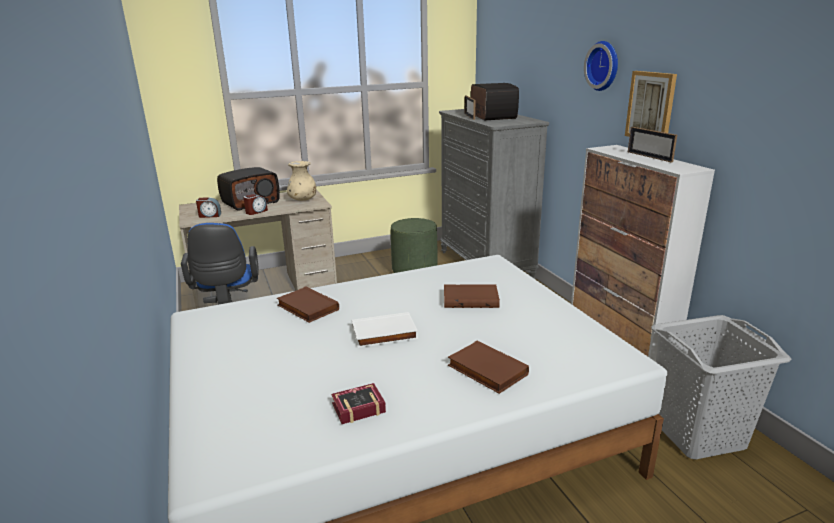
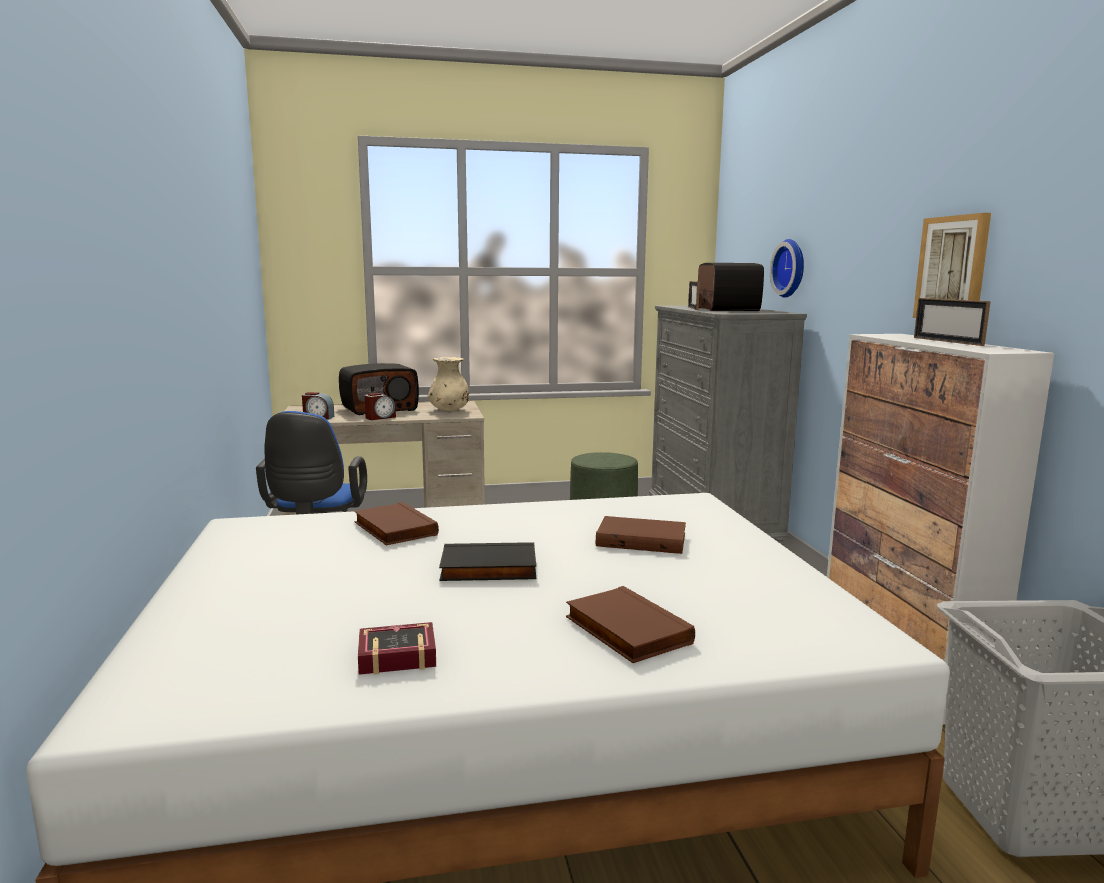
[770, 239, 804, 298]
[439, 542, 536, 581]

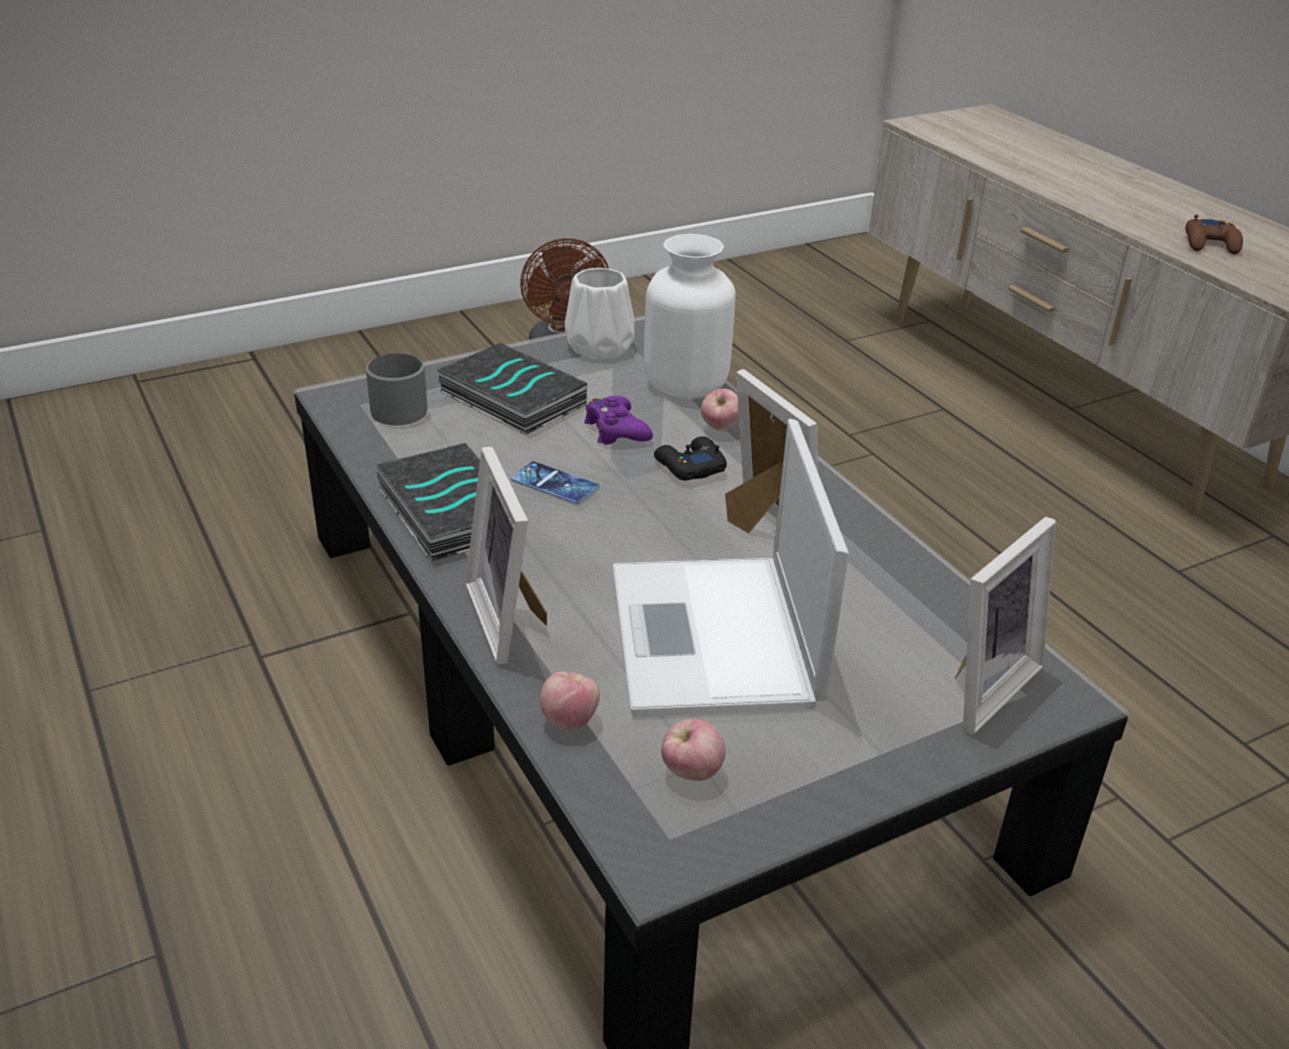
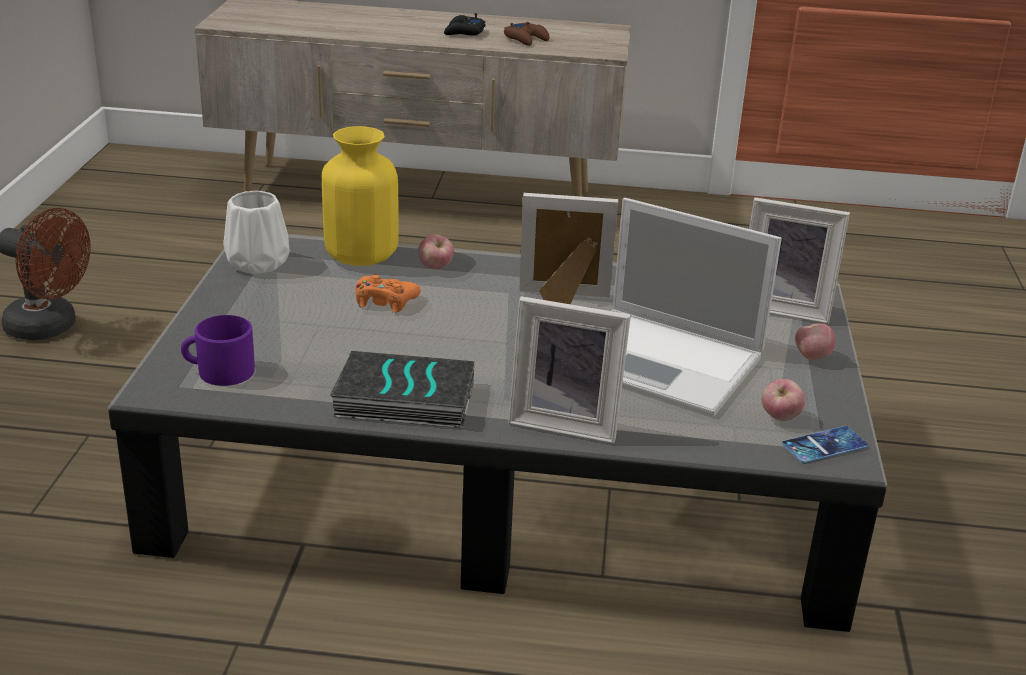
[436, 343, 587, 435] (first image)
[782, 426, 868, 464]
[795, 323, 836, 360]
[444, 13, 486, 36]
[181, 315, 255, 386]
[355, 275, 421, 313]
[322, 126, 398, 266]
[749, 198, 850, 324]

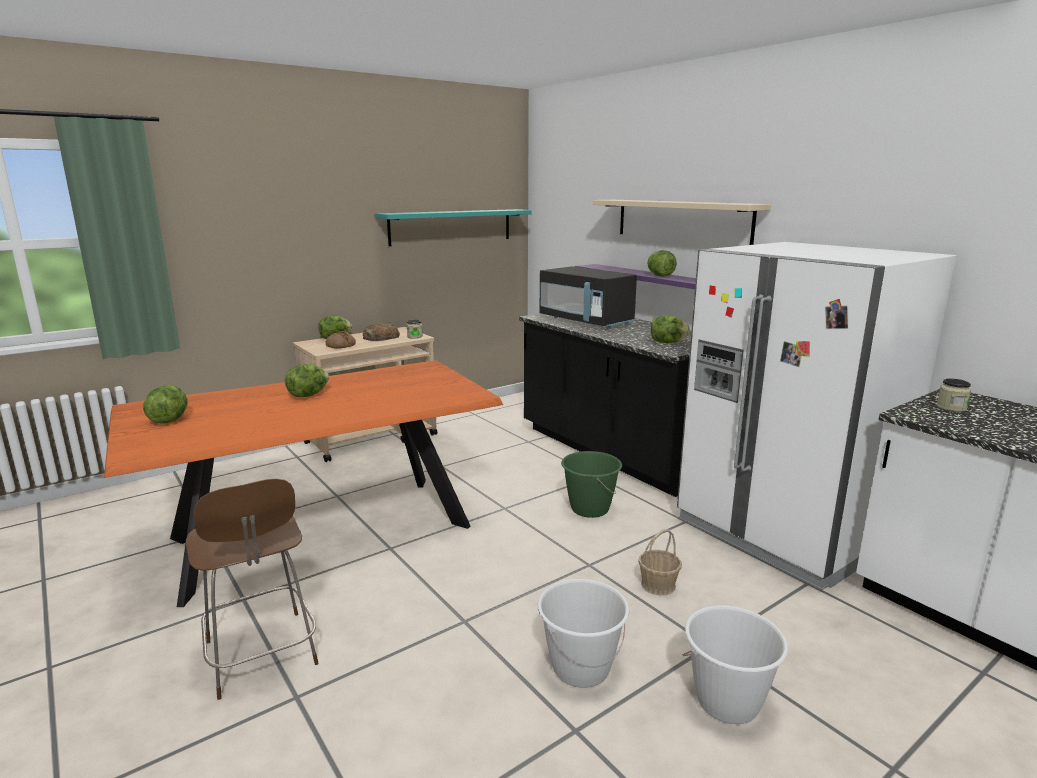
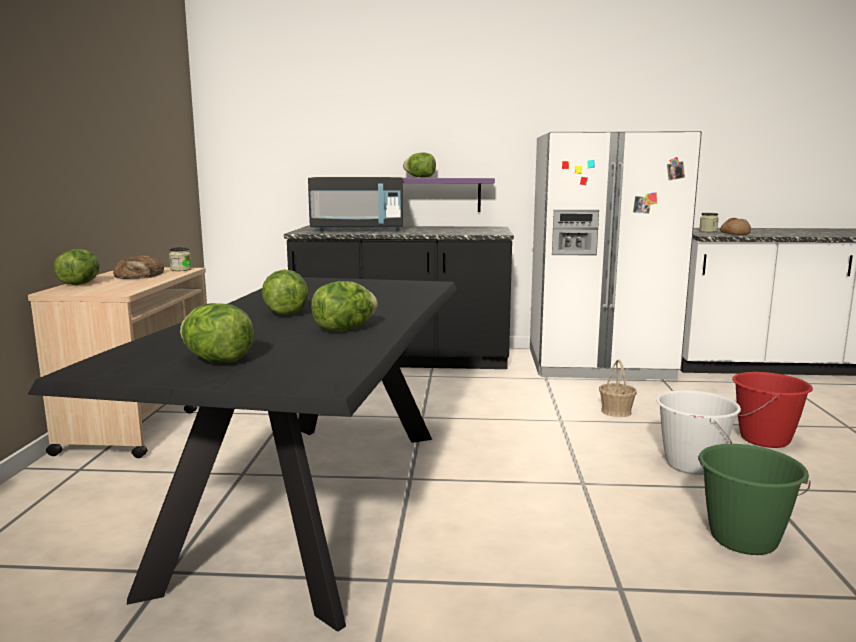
[186, 478, 319, 700] (first image)
[375, 209, 532, 246] (first image)
[593, 200, 771, 245] (first image)
[720, 218, 751, 235]
[698, 444, 811, 555]
[311, 281, 378, 331]
[28, 277, 457, 632]
[732, 372, 813, 448]

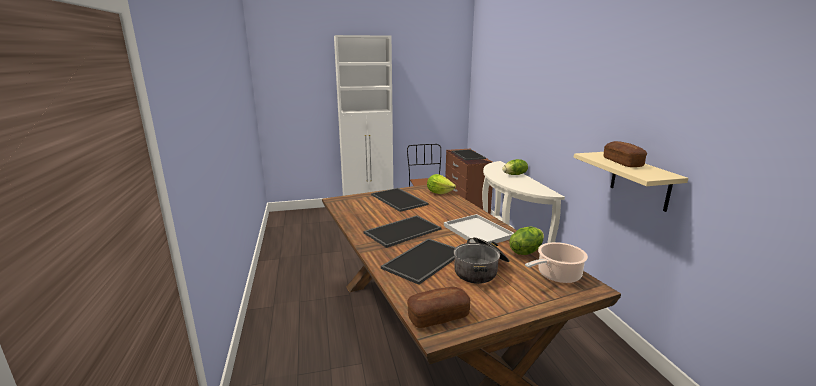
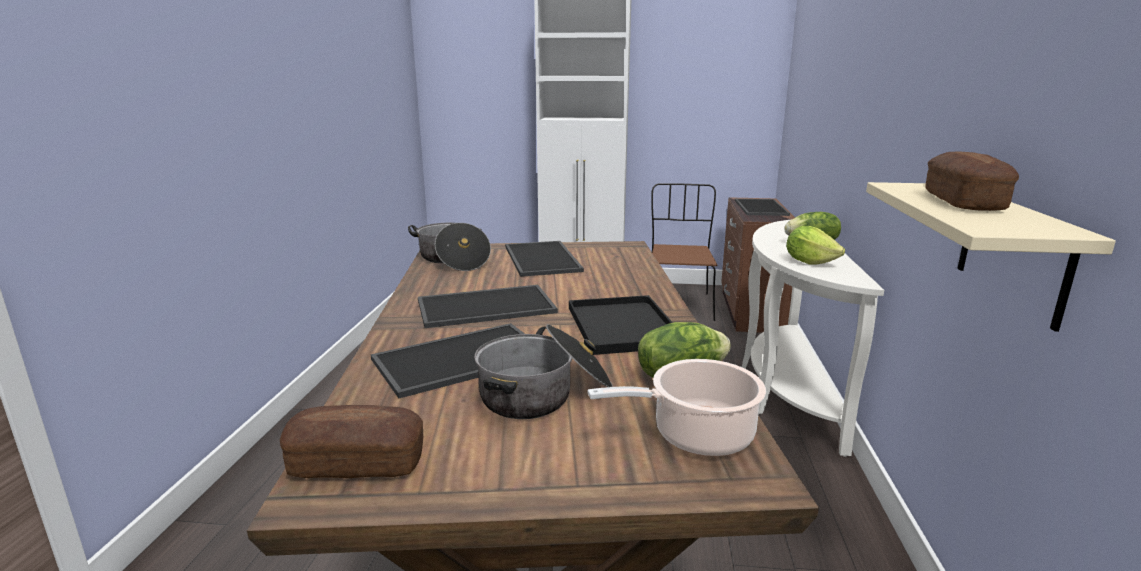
[408, 223, 491, 271]
[786, 226, 845, 264]
[569, 295, 673, 355]

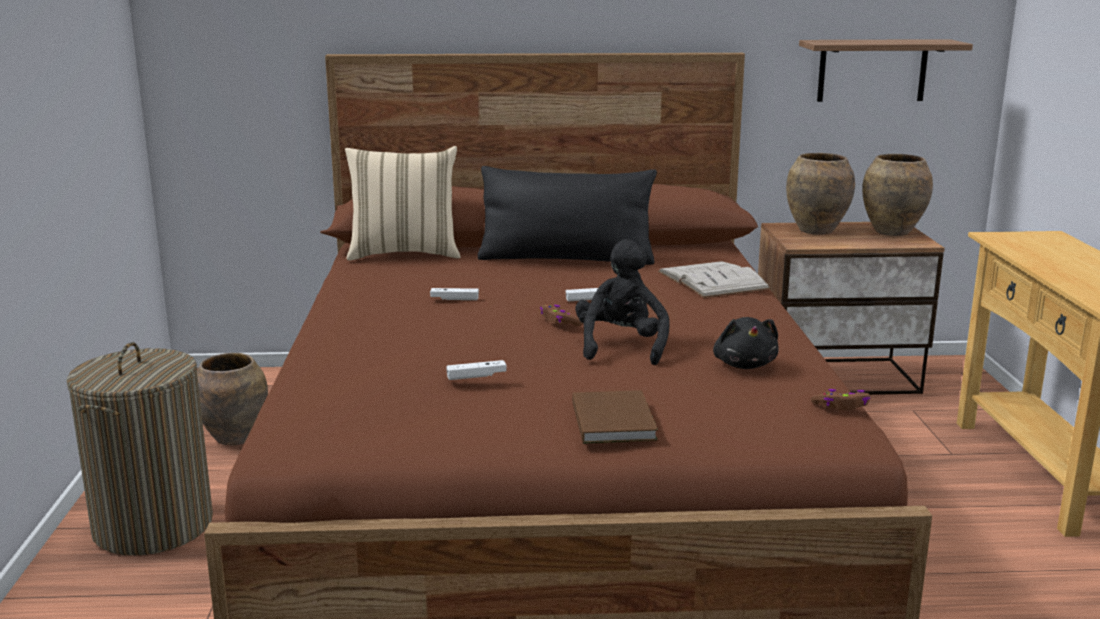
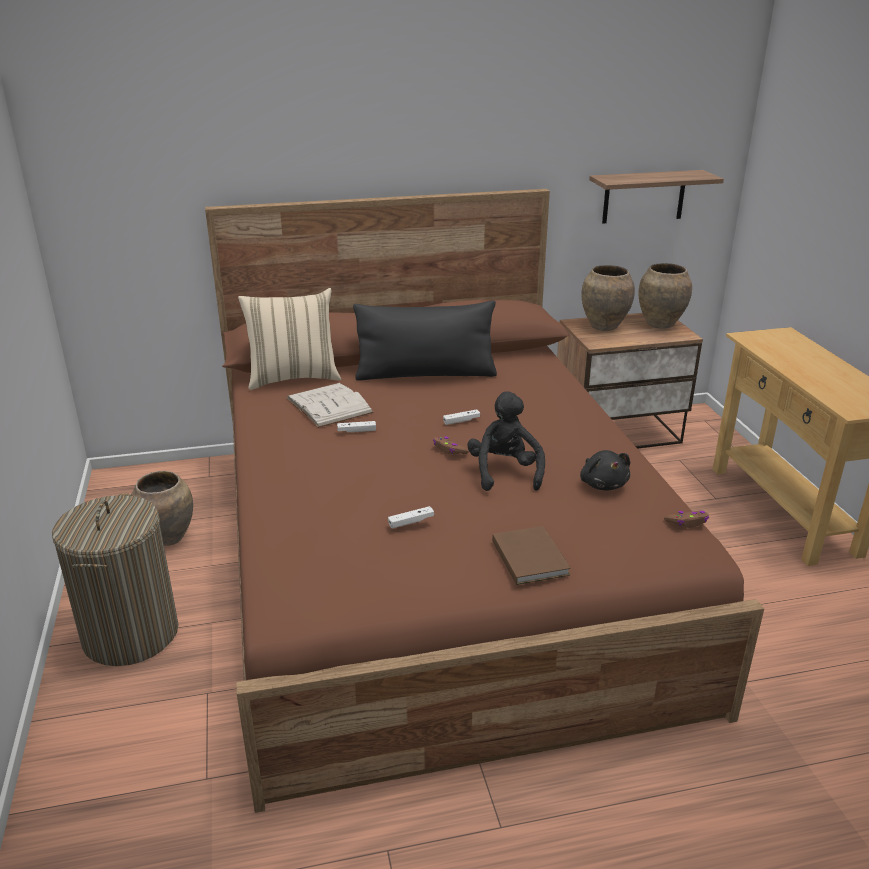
[286, 383, 374, 428]

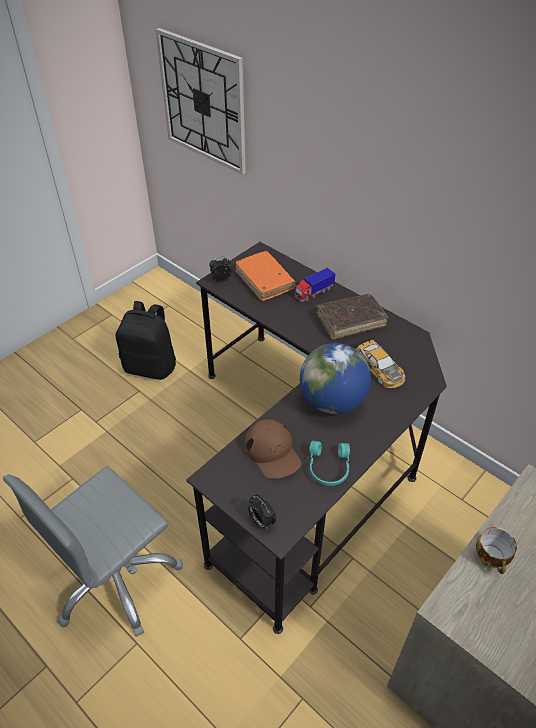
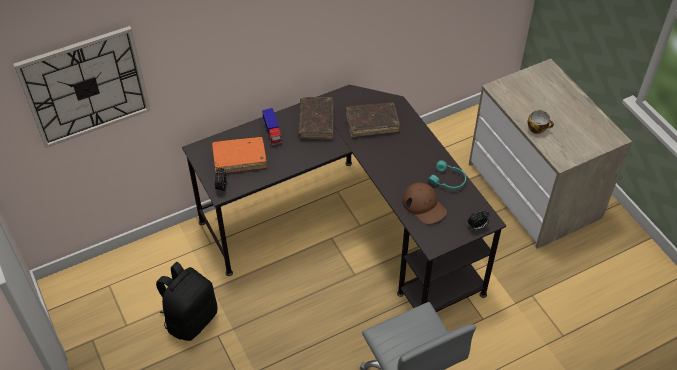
[300, 343, 371, 414] (first image)
[346, 103, 400, 138]
[402, 182, 447, 224]

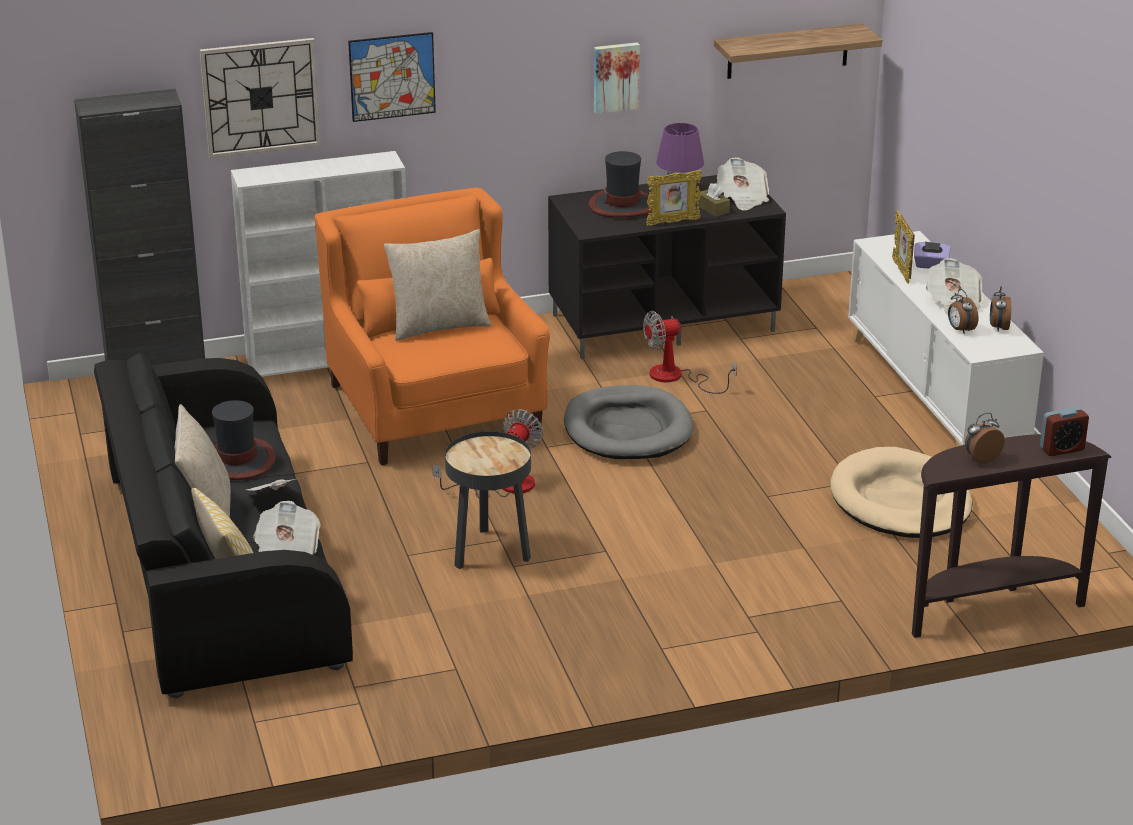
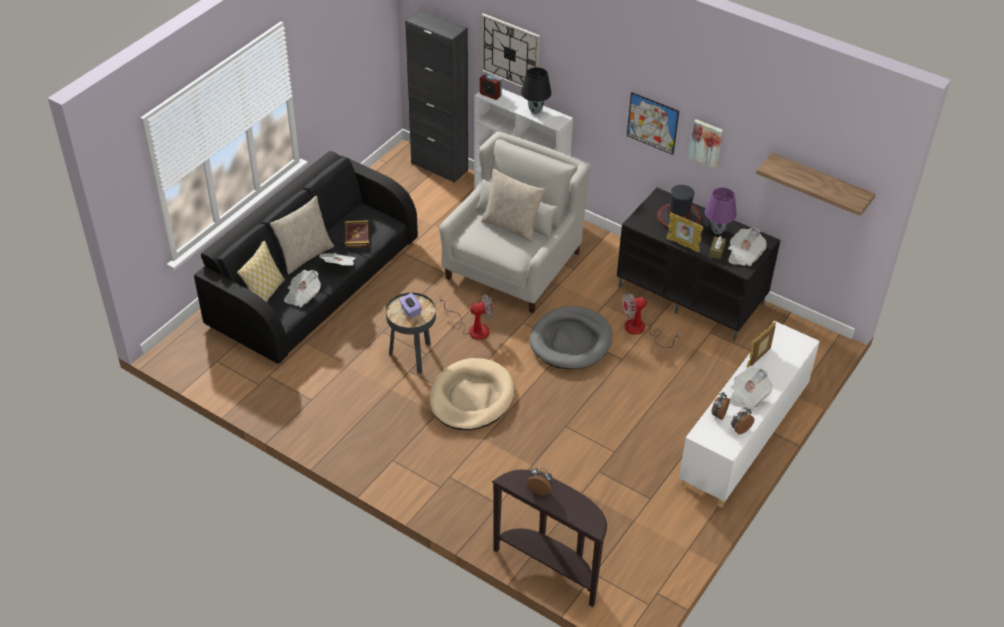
[521, 67, 551, 114]
[627, 92, 679, 155]
[429, 358, 514, 430]
[399, 293, 422, 318]
[480, 73, 502, 100]
[345, 220, 369, 248]
[439, 131, 590, 313]
[623, 292, 680, 348]

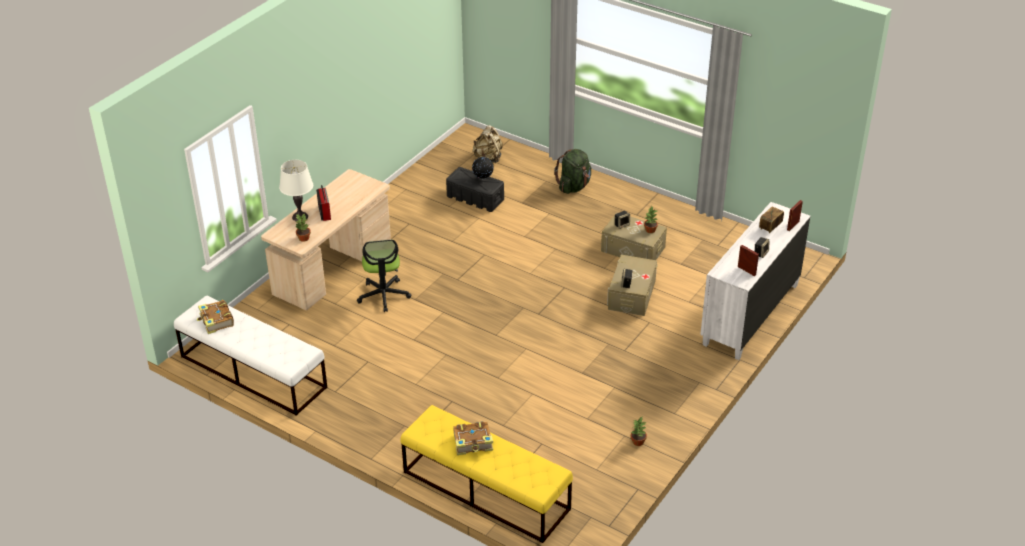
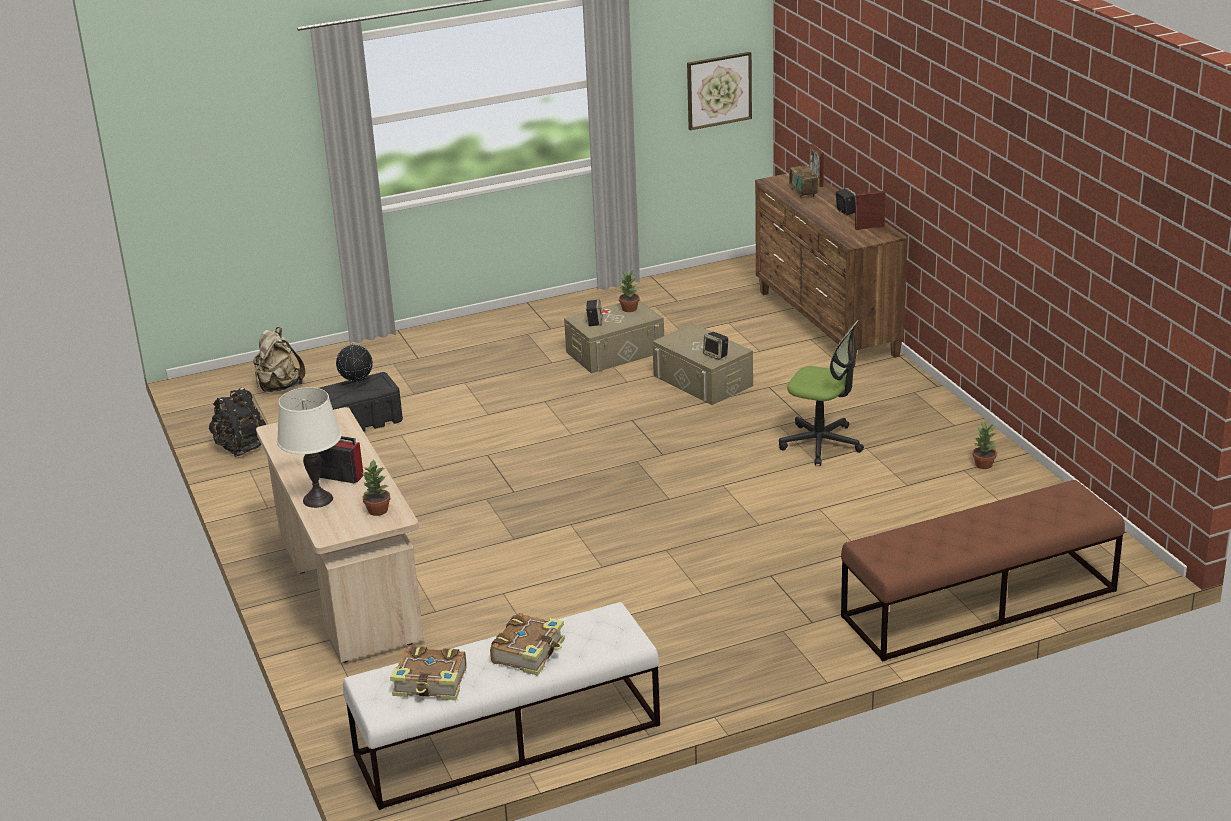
[554, 149, 591, 194] (first image)
[209, 387, 266, 457]
[687, 52, 752, 130]
[779, 320, 864, 466]
[490, 613, 565, 676]
[841, 480, 1125, 662]
[755, 173, 908, 367]

